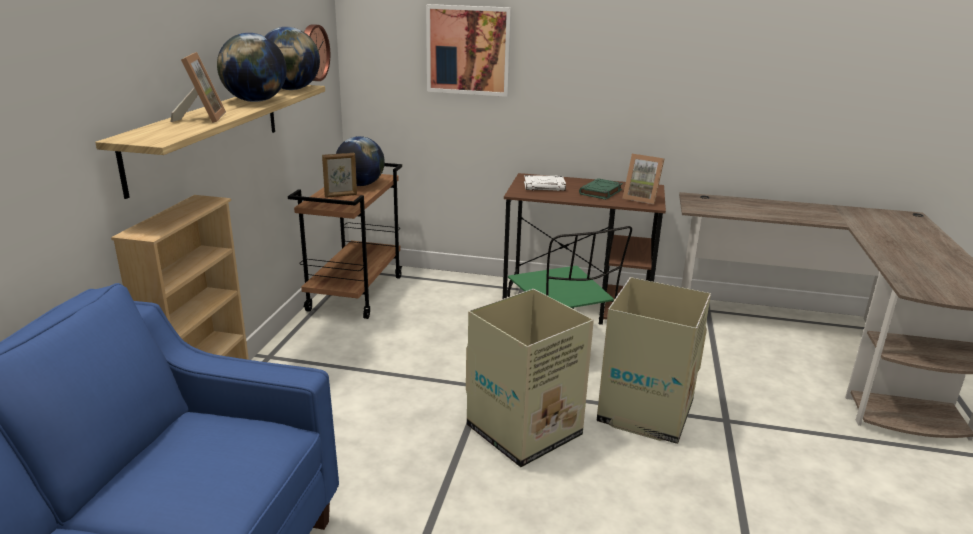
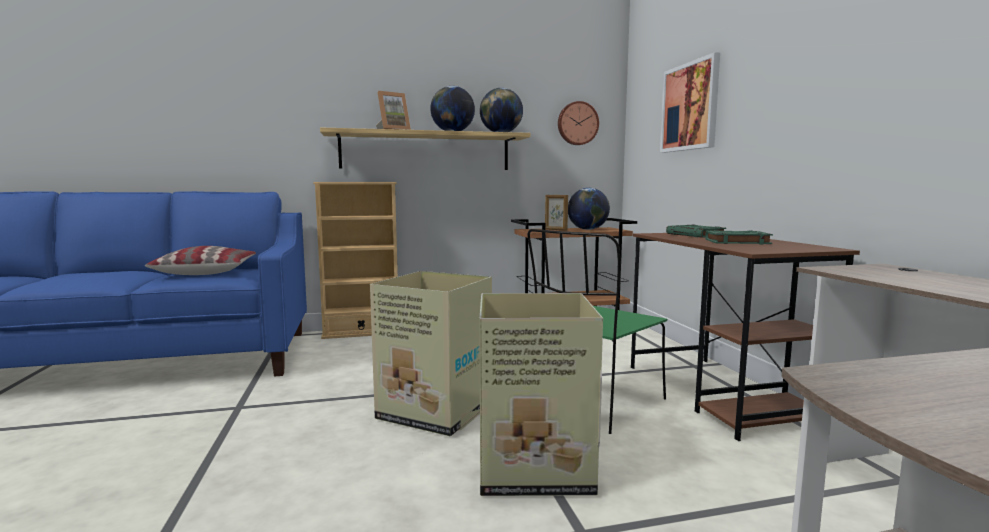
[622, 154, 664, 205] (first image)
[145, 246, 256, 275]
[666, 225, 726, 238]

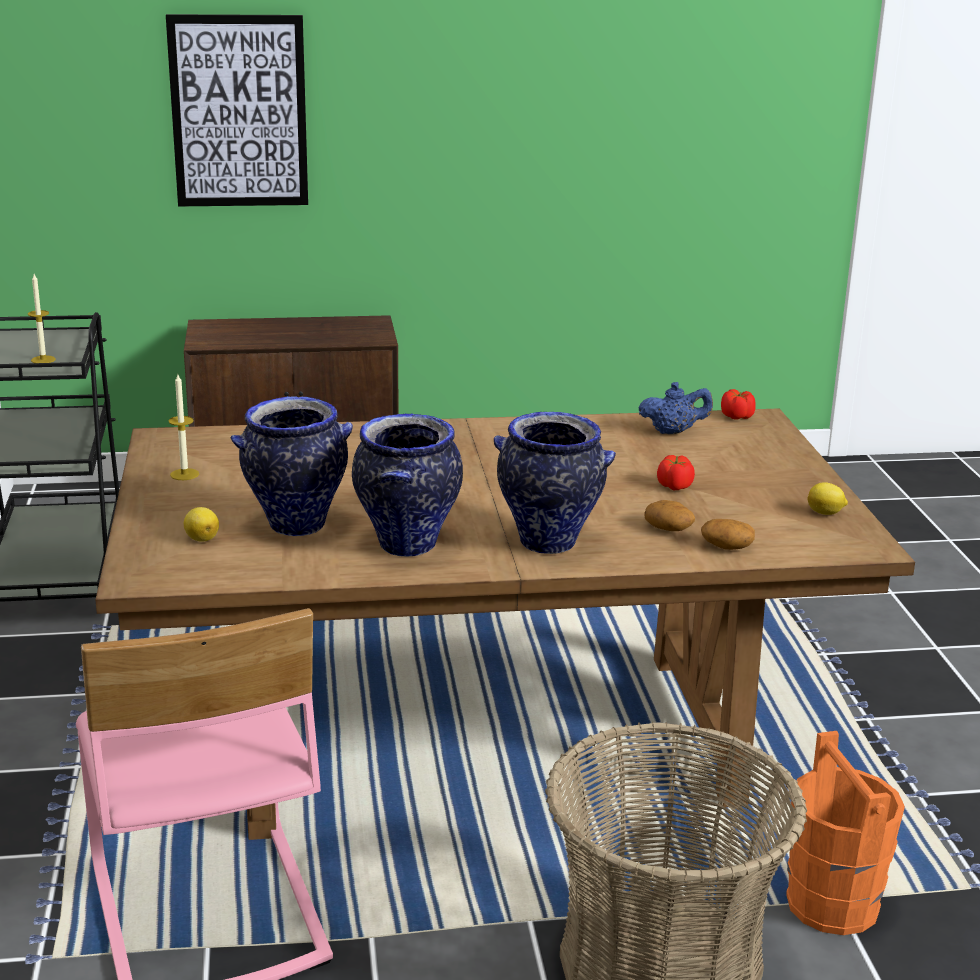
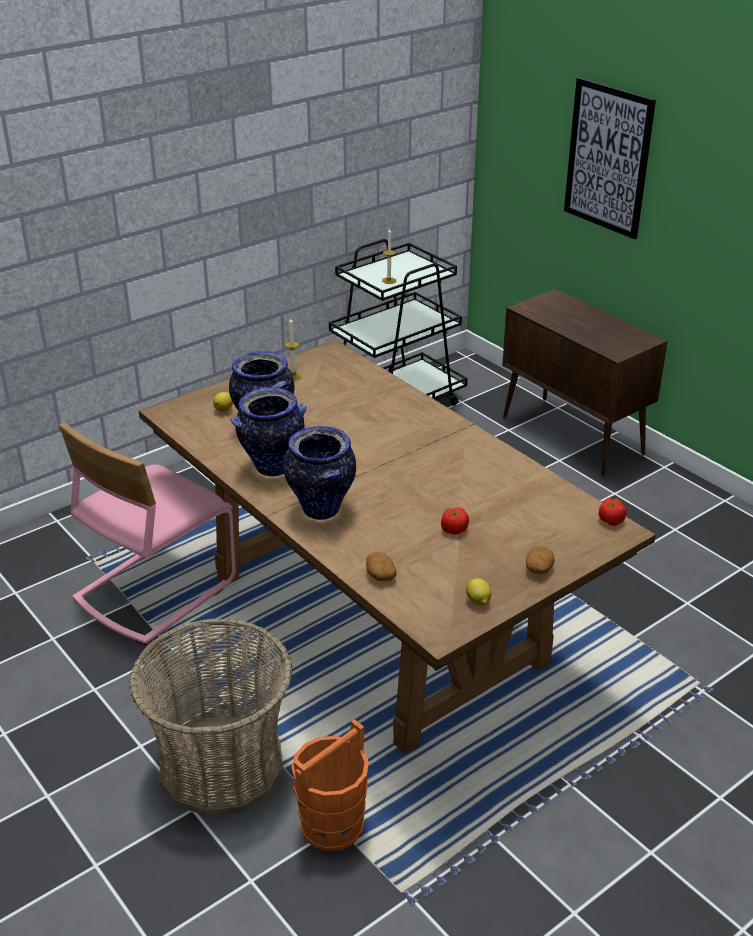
[638, 382, 713, 434] (first image)
[526, 547, 555, 574]

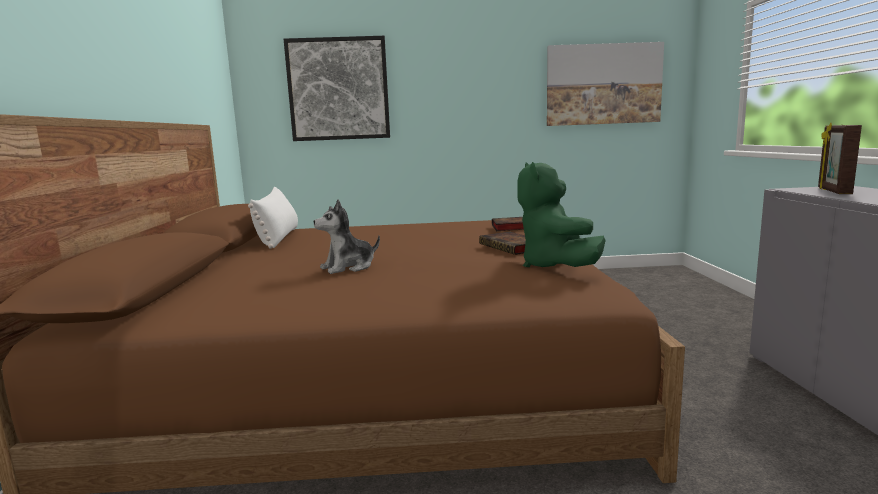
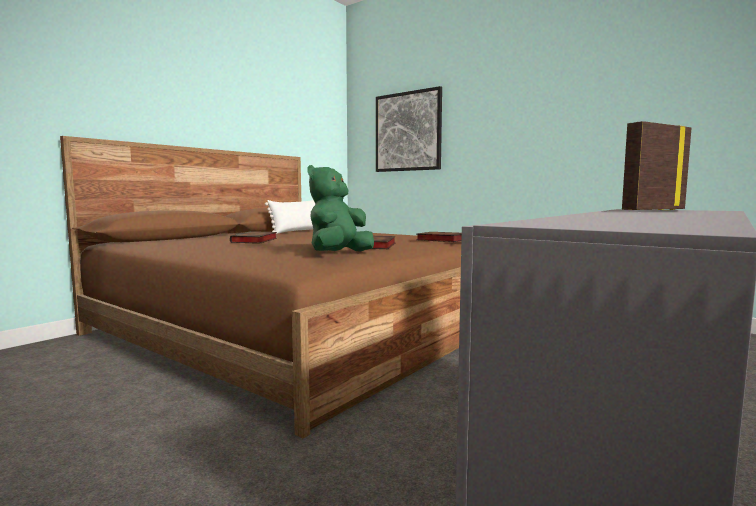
[547, 42, 664, 126] (first image)
[230, 231, 277, 244]

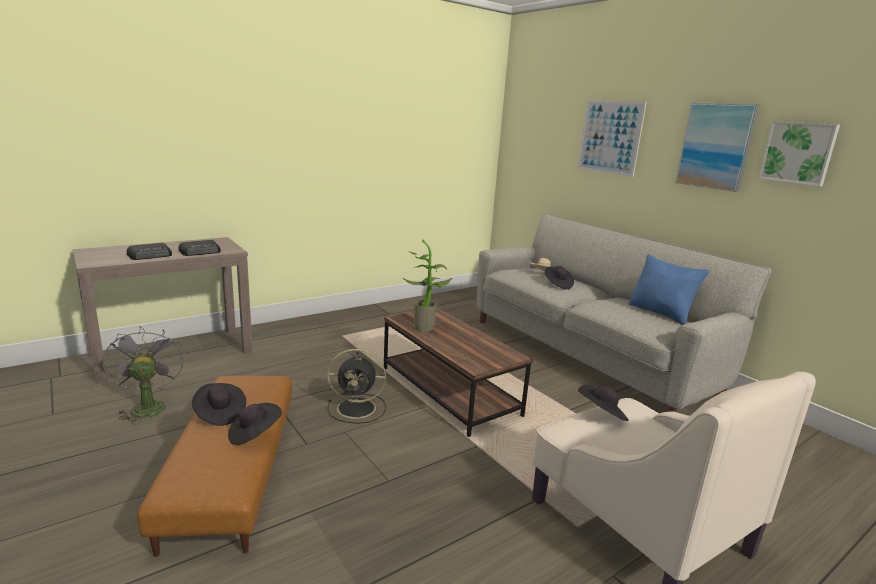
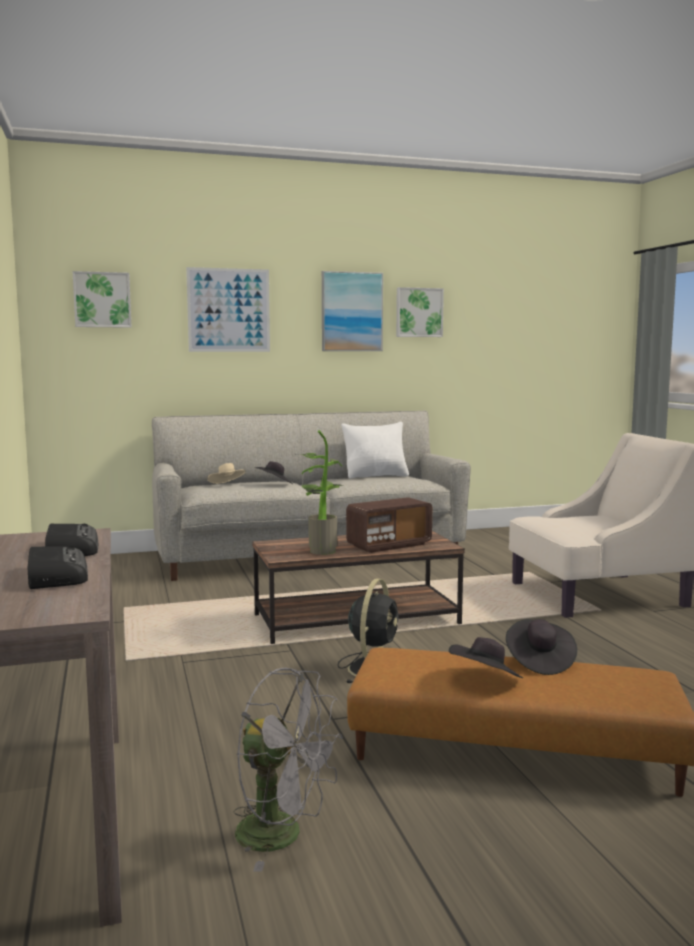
[578, 385, 629, 421] (first image)
[73, 271, 132, 328]
[346, 497, 432, 553]
[341, 422, 409, 479]
[233, 667, 343, 872]

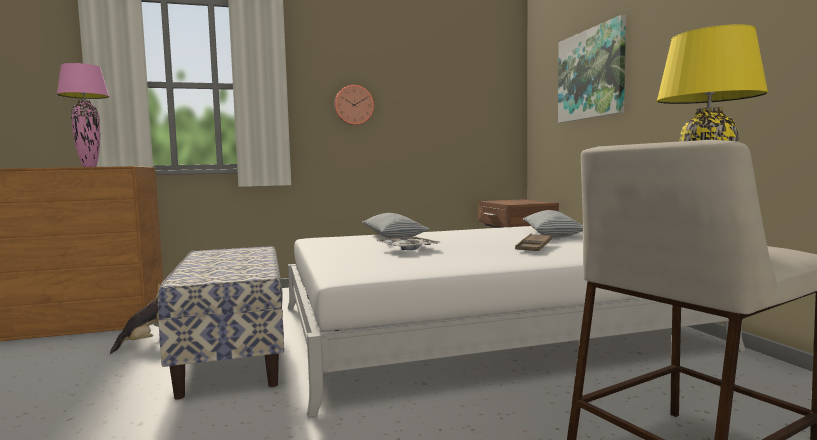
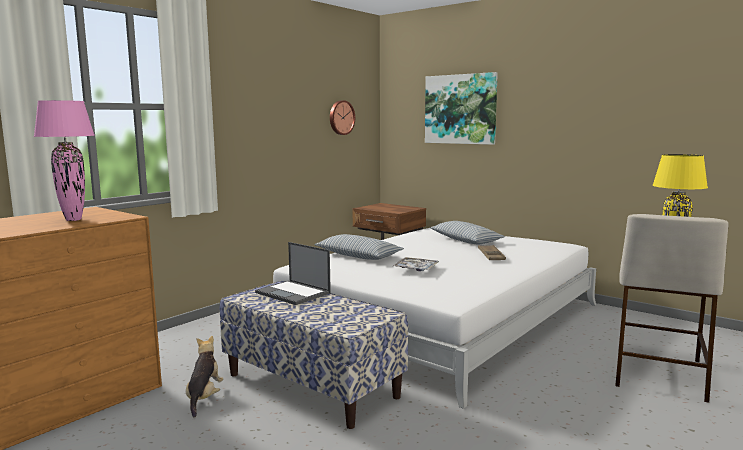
[255, 242, 331, 305]
[330, 100, 355, 135]

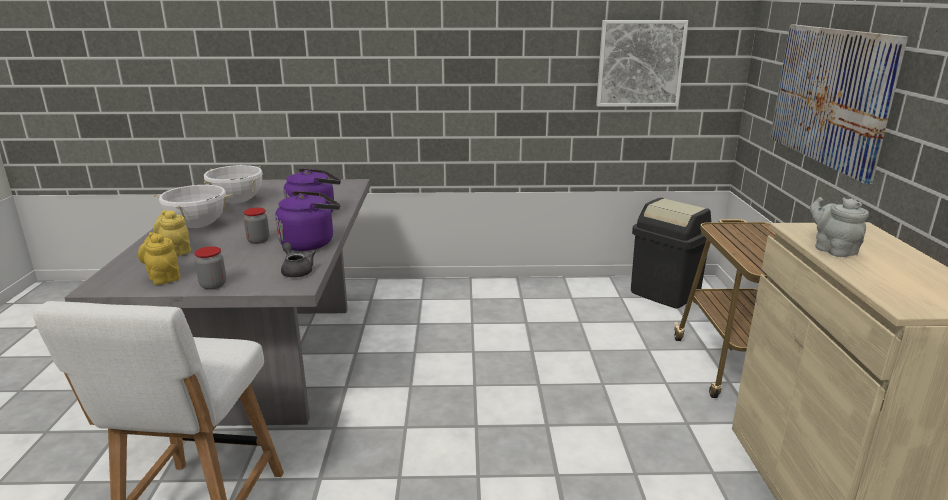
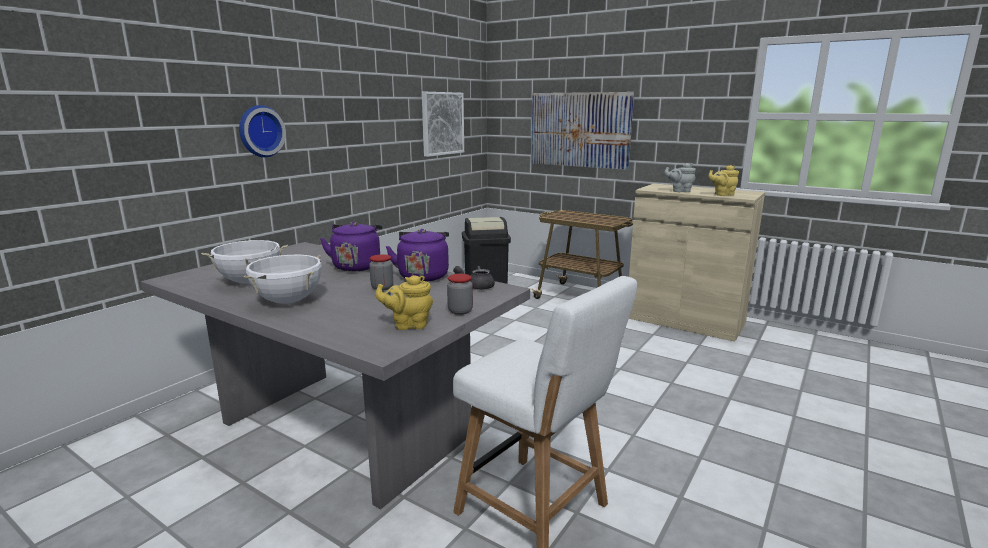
[239, 105, 286, 157]
[709, 165, 739, 196]

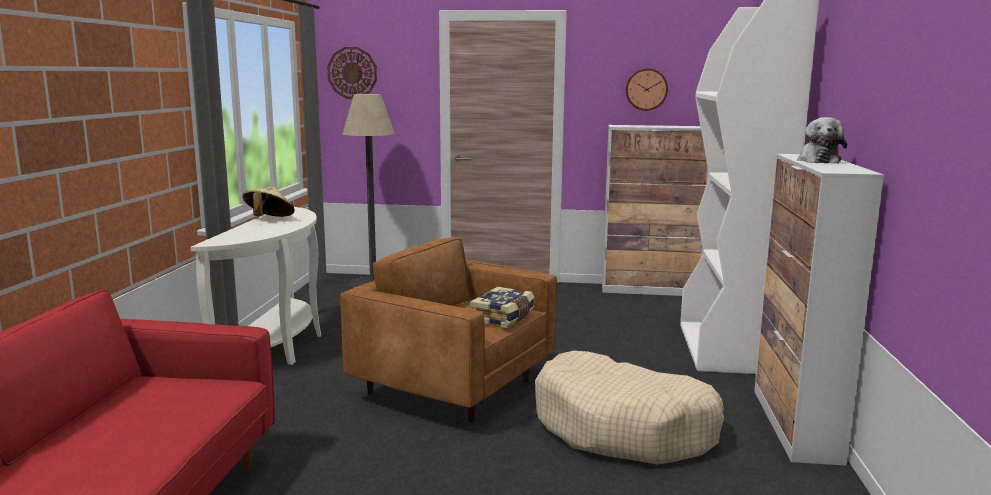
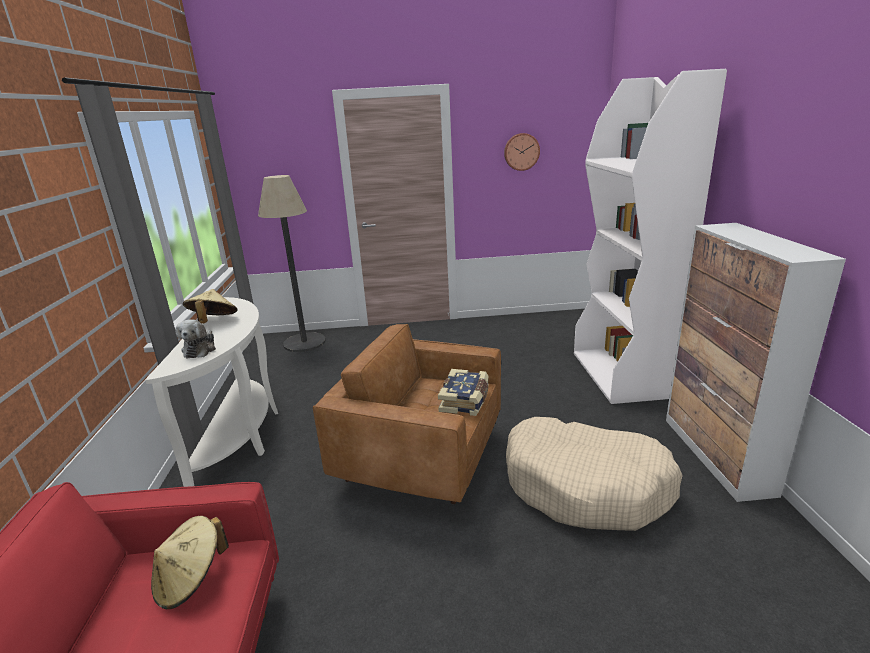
[327, 47, 377, 99] (first image)
[602, 125, 709, 296] (first image)
[151, 516, 229, 609]
[175, 319, 216, 358]

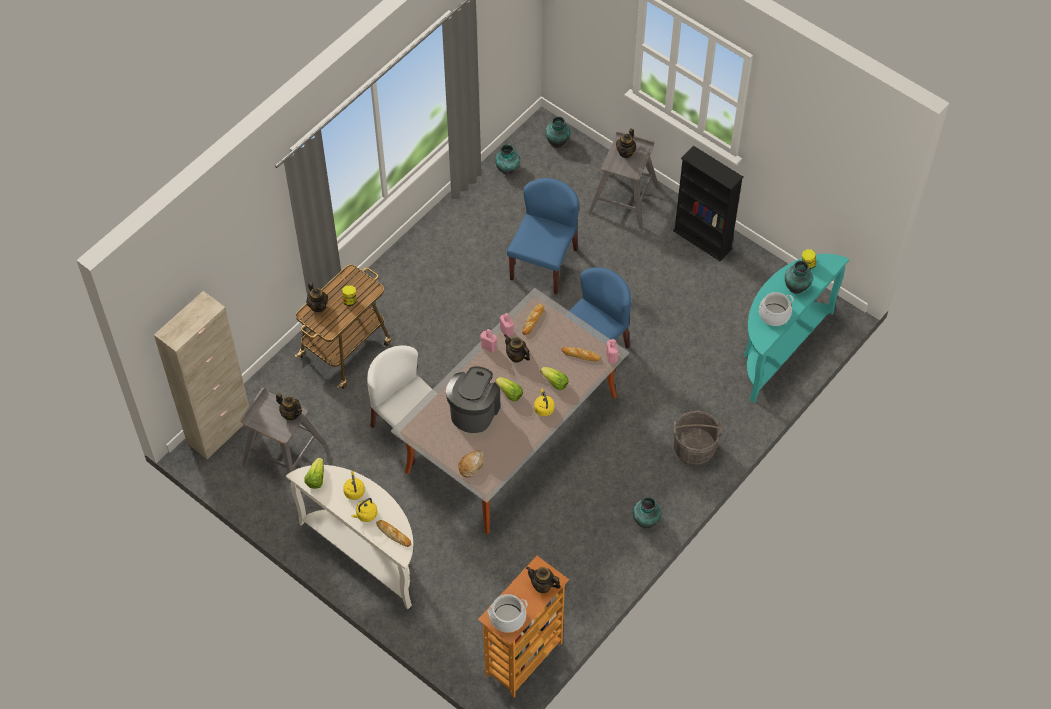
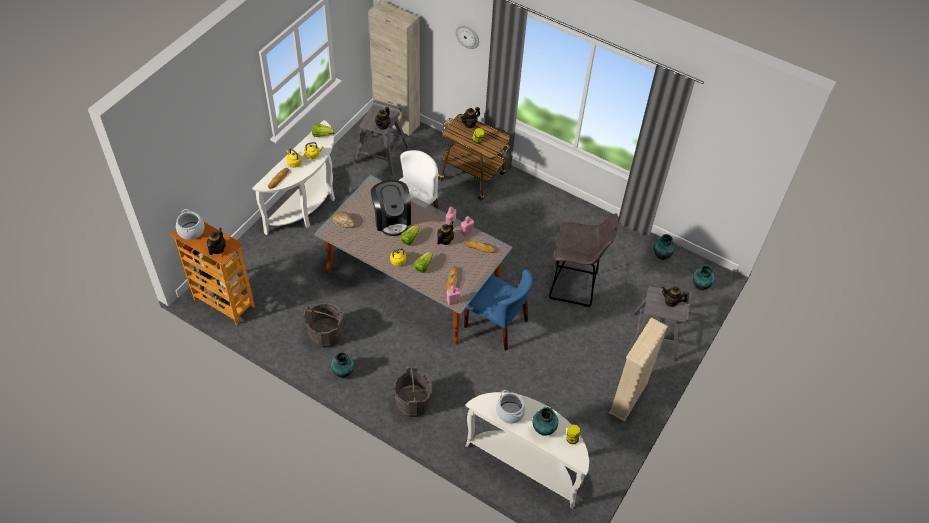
[303, 303, 343, 348]
[455, 25, 479, 49]
[549, 213, 618, 307]
[609, 318, 668, 422]
[465, 392, 589, 509]
[371, 180, 411, 236]

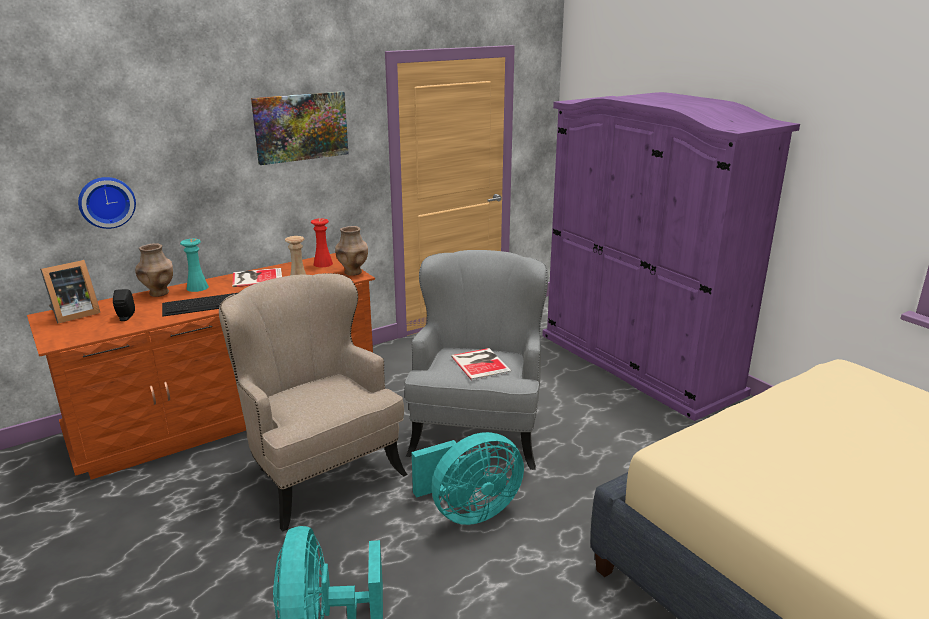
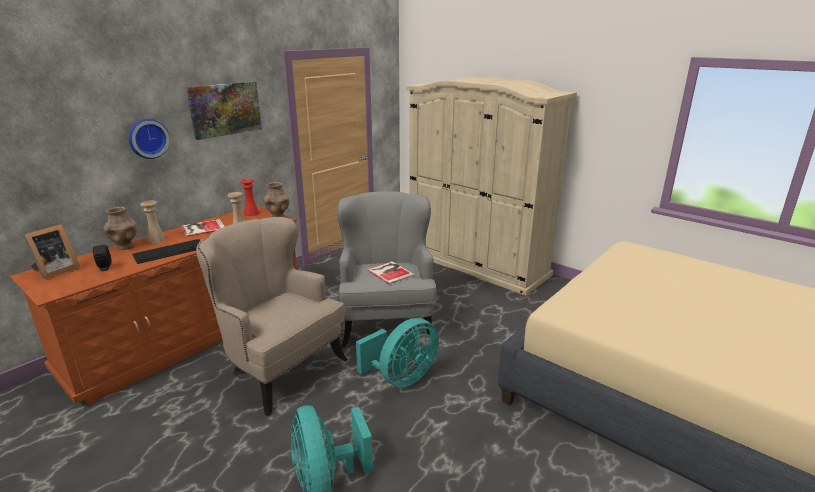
[129, 119, 170, 159]
[140, 201, 166, 243]
[406, 77, 577, 295]

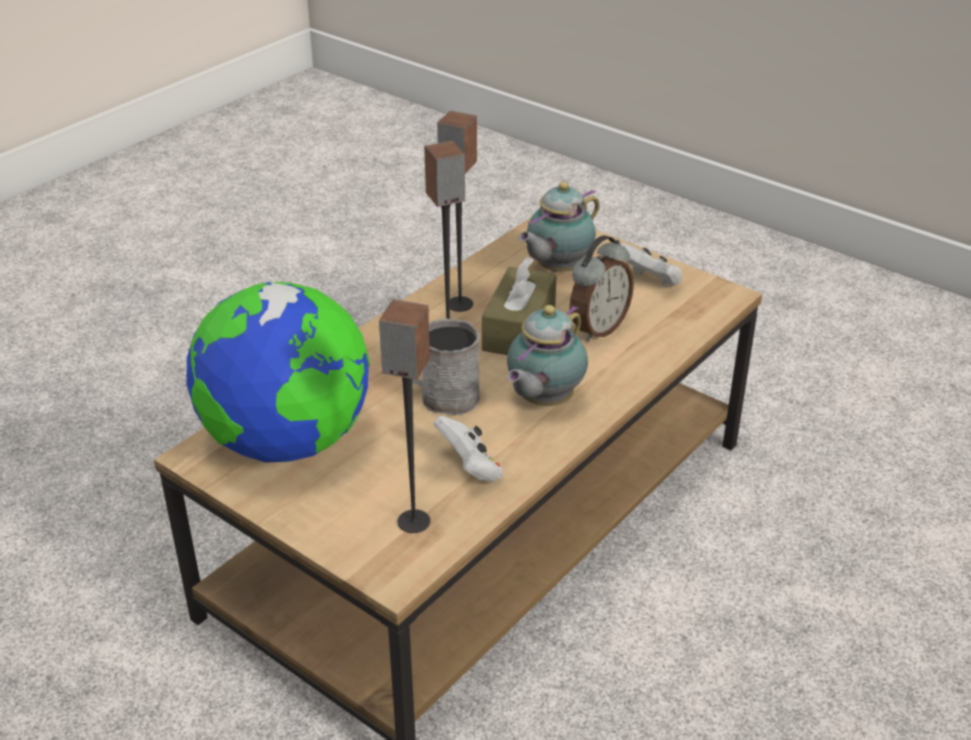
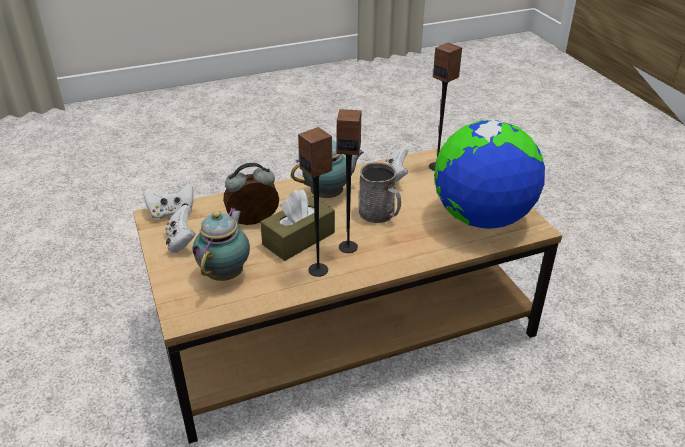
[144, 183, 193, 220]
[193, 208, 250, 281]

